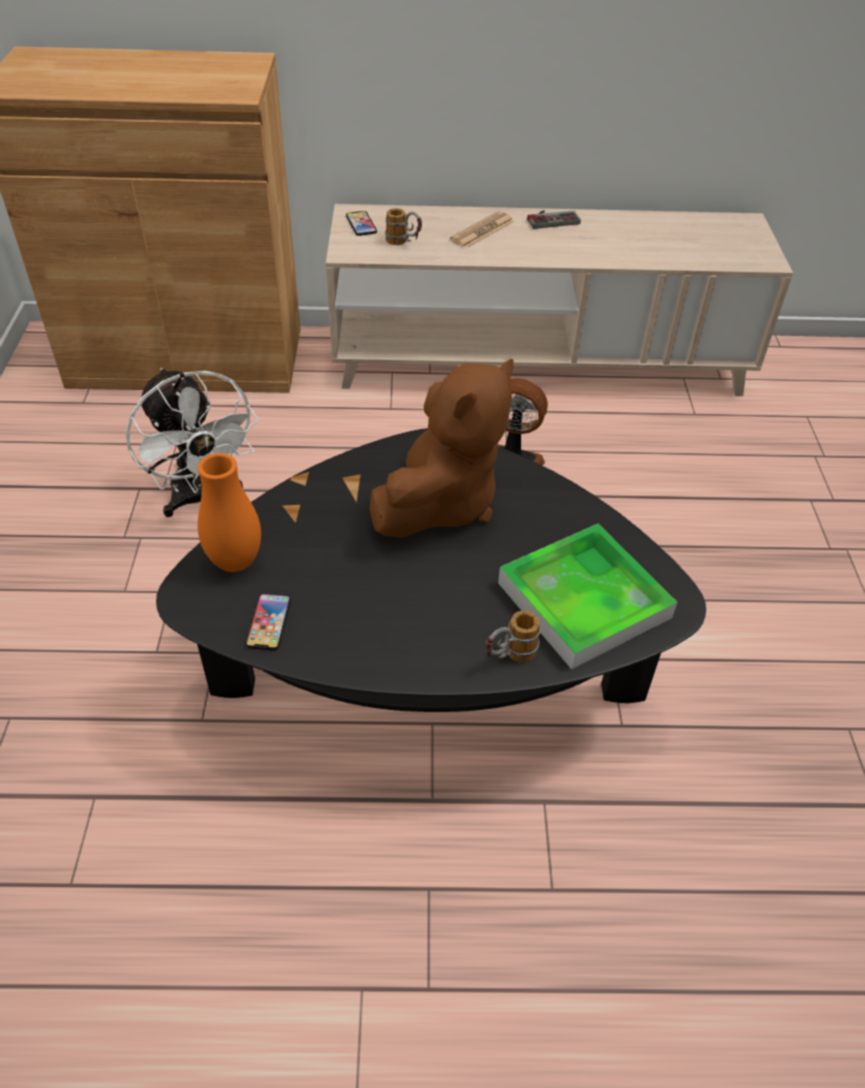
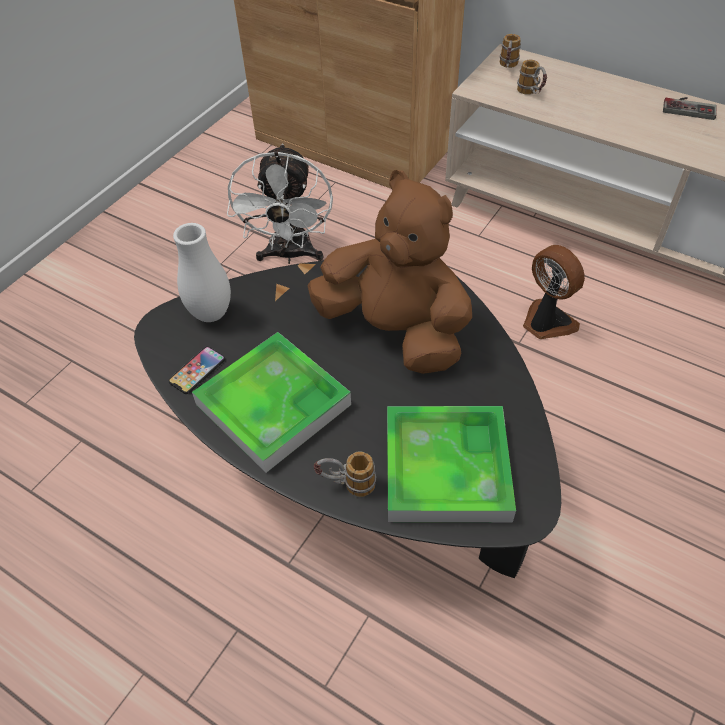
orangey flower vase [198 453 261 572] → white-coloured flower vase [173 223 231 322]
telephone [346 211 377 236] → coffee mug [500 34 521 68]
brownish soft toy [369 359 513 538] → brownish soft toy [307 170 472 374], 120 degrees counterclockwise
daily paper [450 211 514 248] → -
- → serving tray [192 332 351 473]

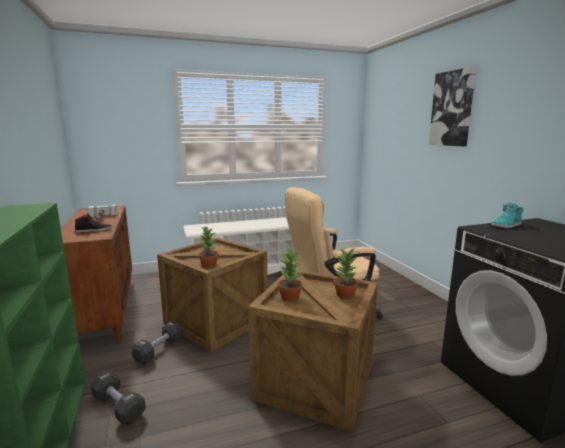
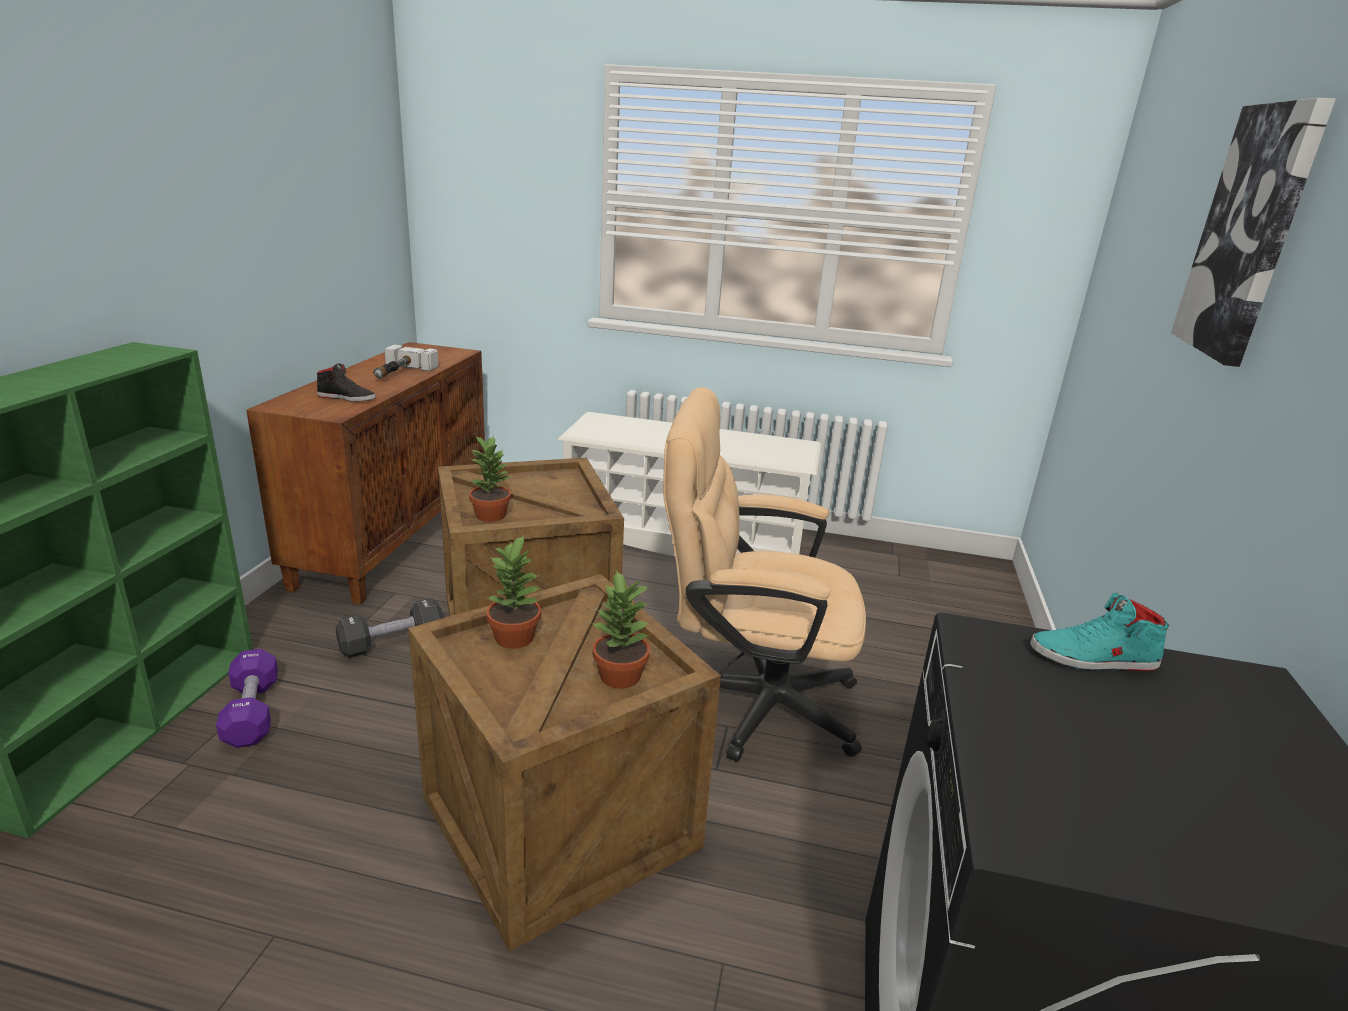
black-coloured dumbbell [91 371 146 425] → purple-coloured dumbbell [216 649 278 748]

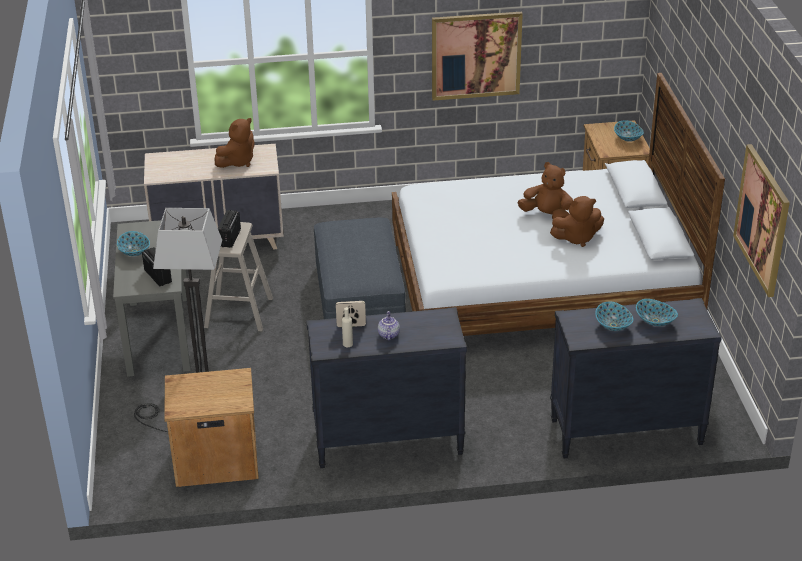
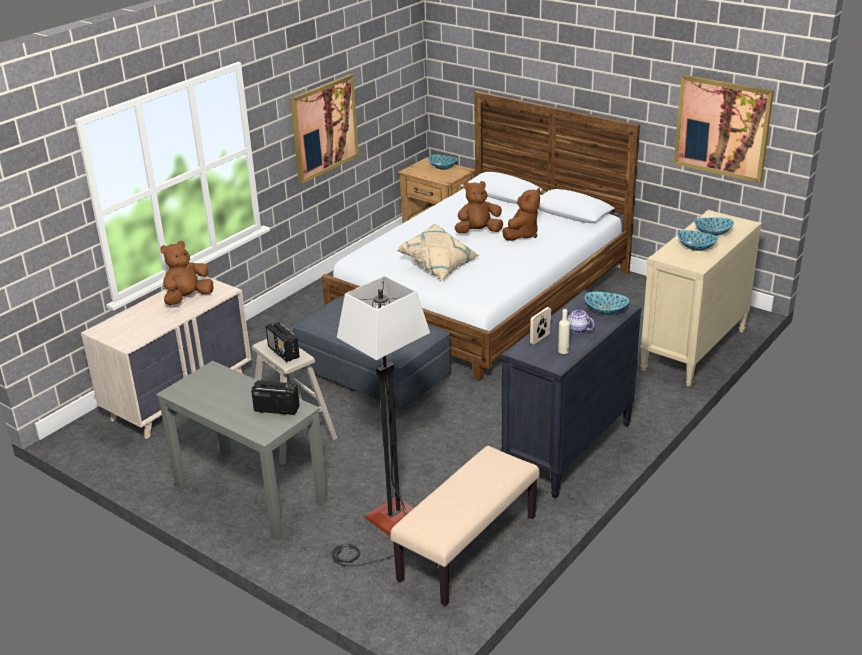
deep dish [117 231 150 256] → deep dish [585 292 629 315], shifted
brownish nightstand [164 368 259 487] → beige-coloured long seat [390 446 540 606]
brownish soft toy [215 118 255 168] → brownish soft toy [160 241 213 305], 135 degrees counterclockwise
black-coloured dresser [550 298 722 458] → beige-coloured dresser [640 210 762 387]
- → beige-coloured throw pillow [397 224 480 280]

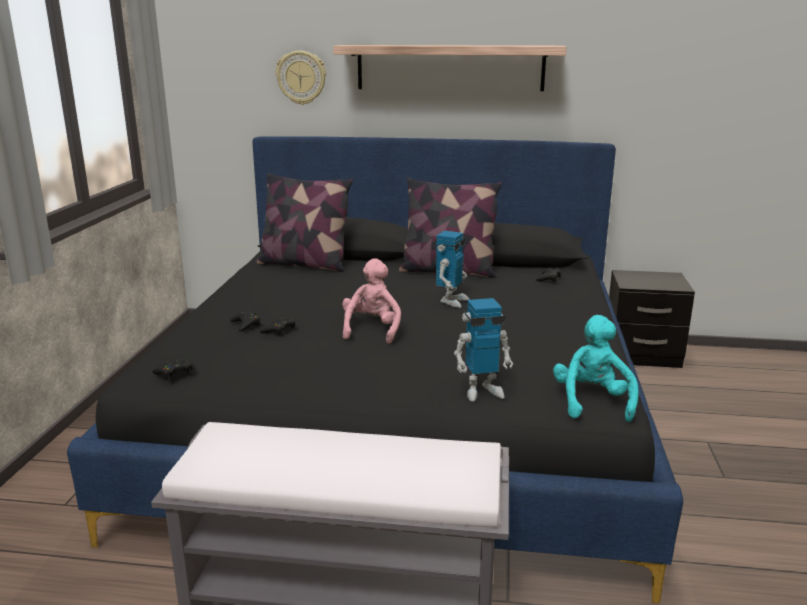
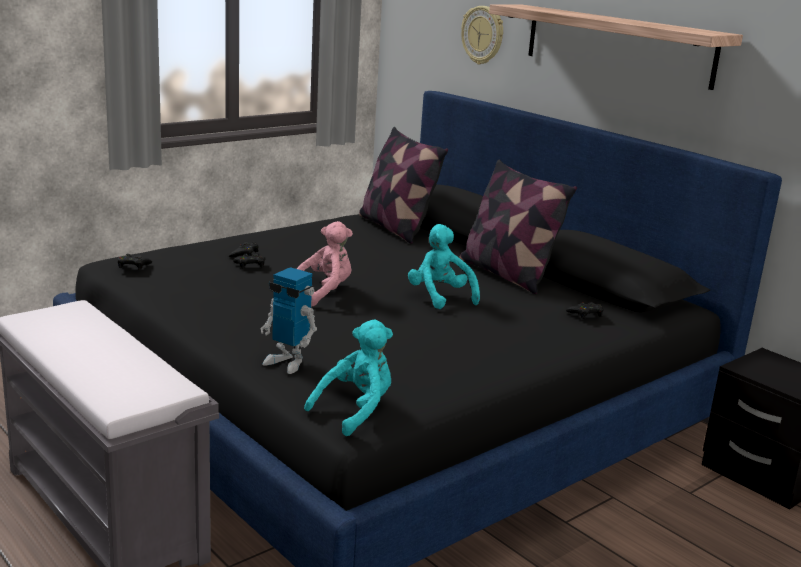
robot figure [436 231 470 308] → turquoise-coloured soft toy [408 224 480 309]

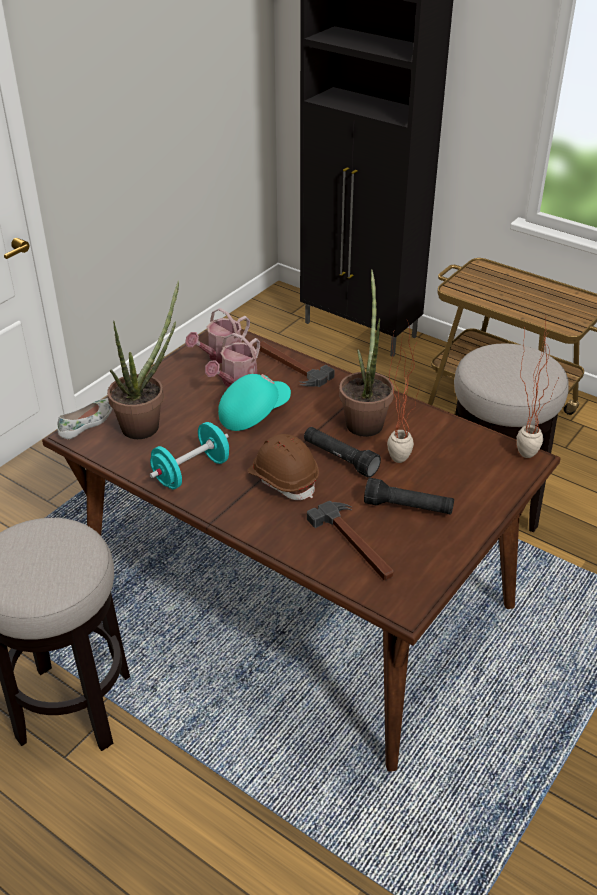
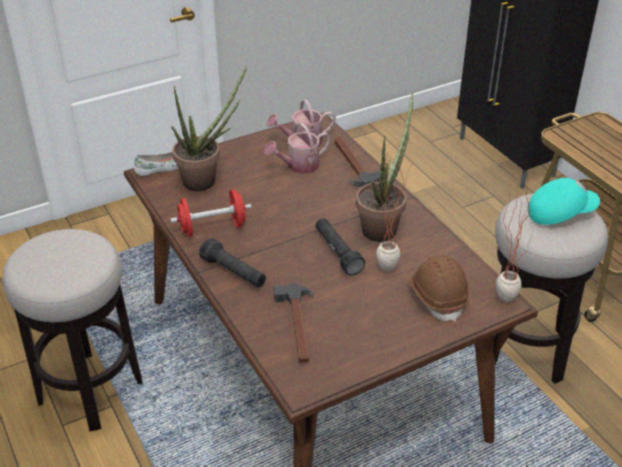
turquoise-coloured dumbbell [149 422 229 490] → red-coloured dumbbell [170 189 252 237]
turquoise-coloured peaked cap [218 374 291 431] → turquoise-coloured peaked cap [528 178 600 225], shifted
brownish work helmet [248 434 319 500] → brownish work helmet [409 255 470 322], shifted
black-coloured hand torch [364 478 454 515] → black-coloured hand torch [199 238 266 287], shifted

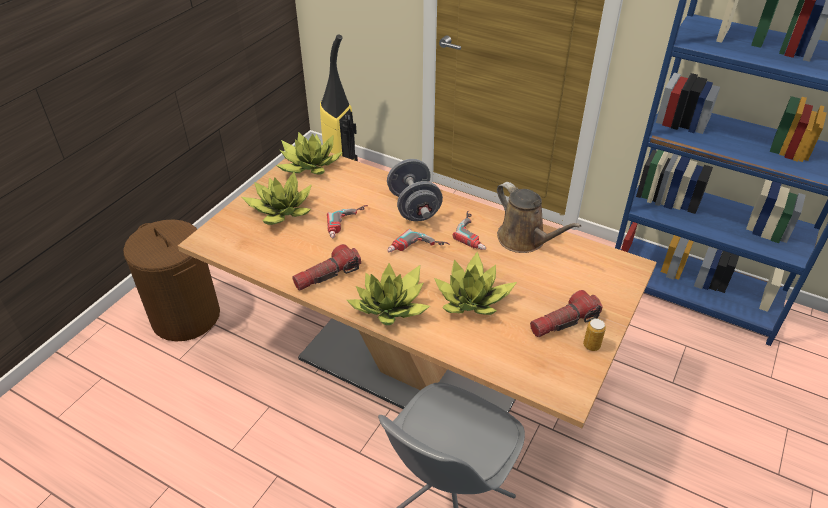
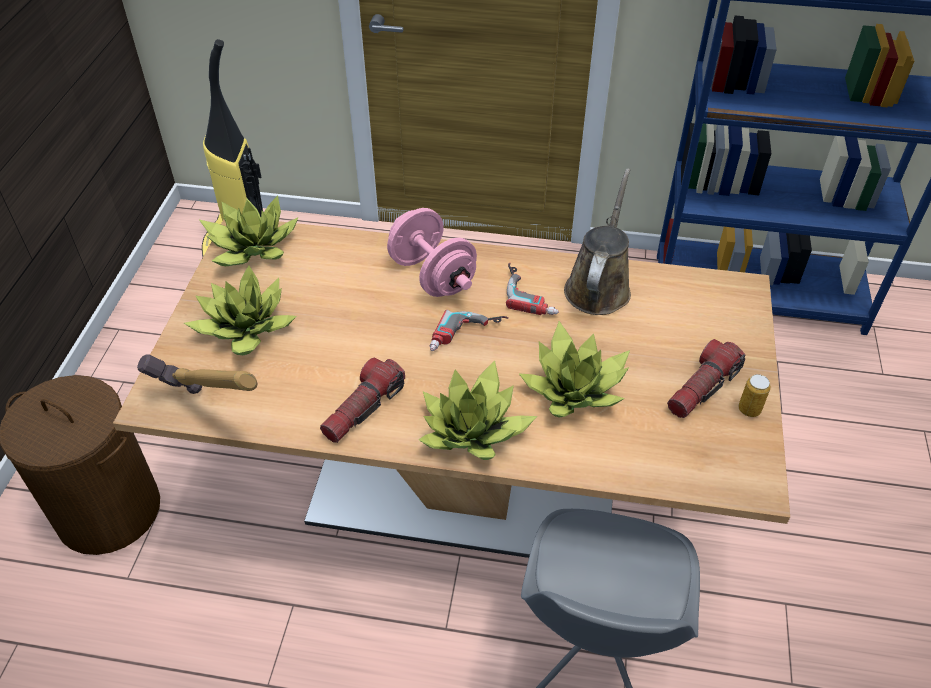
electric drill [327 205 368 239] → -
gray dumbbell [387 159 443 221] → pink-coloured dumbbell [387 208 477 297]
brownish sprinkling can [497 182 581 253] → brownish sprinkling can [564 169 631 315], 105 degrees counterclockwise
- → tool hammer [137 354 257 394]

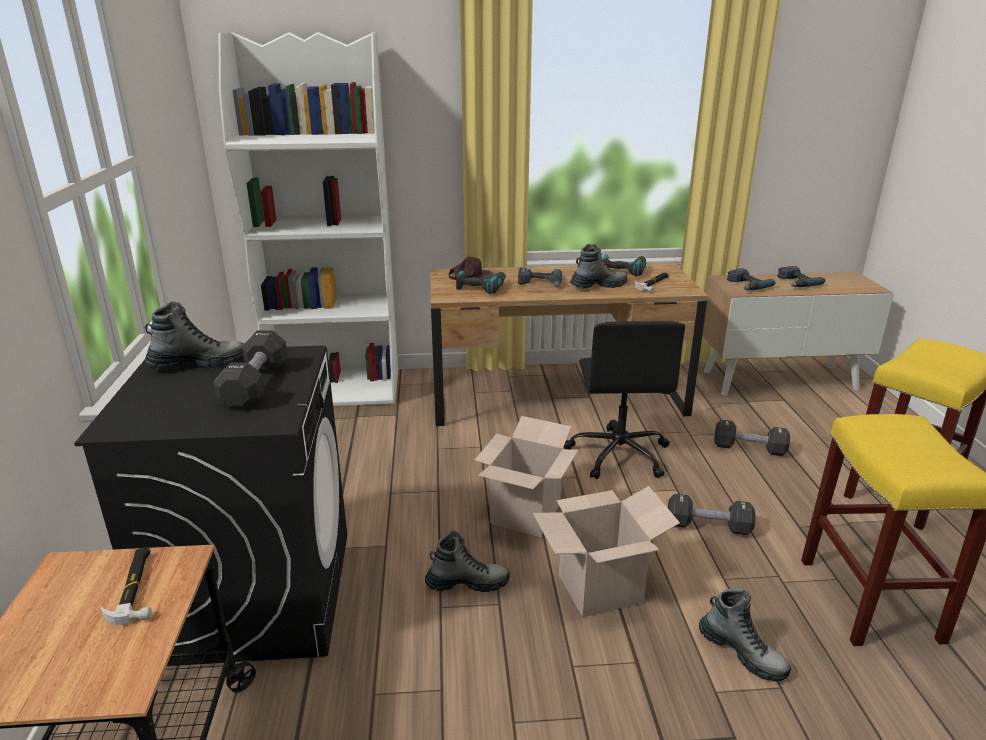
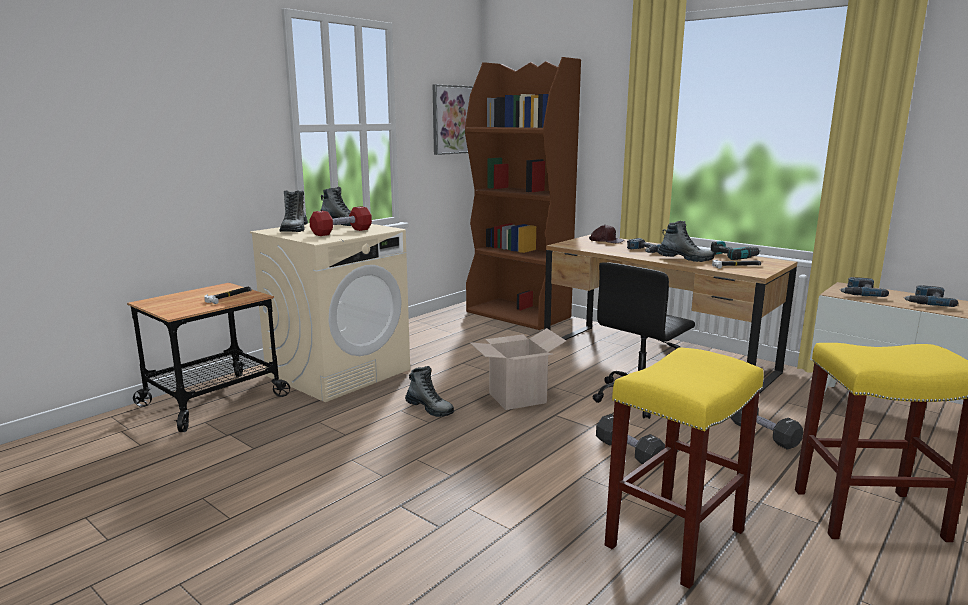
black-coloured washing machine [74 346 347 666] → beige-coloured washing machine [250 223 410 402]
black-coloured dumbbell [213 330 287 409] → red-coloured dumbbell [309 206 372 236]
white-coloured bookshelf [219 32 398 406] → brownish bookshelf [465 57 581 330]
electric drill [456 271 506 294] → -
packing box [533 486 680 617] → -
tall boot [699 589 791 682] → tall boot [279 191 308 232], shifted
- → wall picture [433 85 473 155]

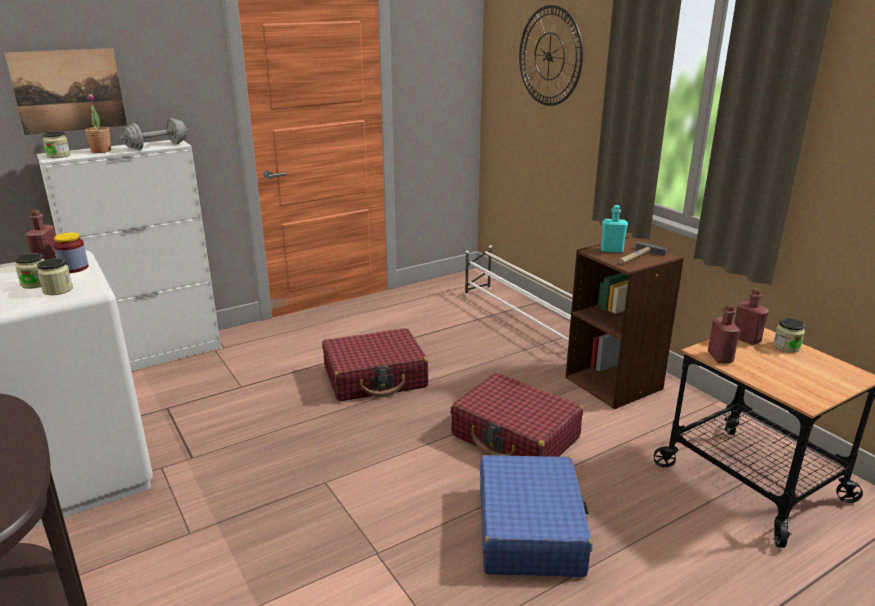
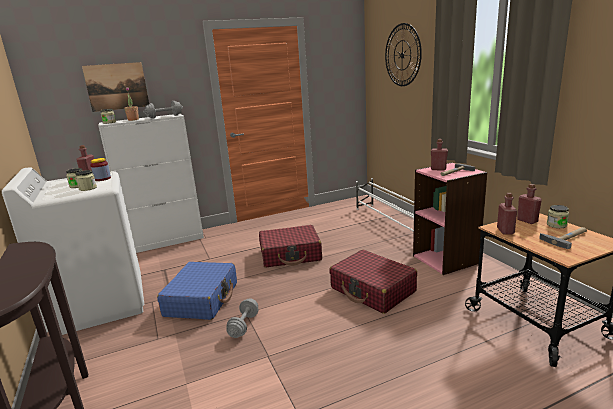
blue-coloured suitcase [480 455 592 577] → blue-coloured suitcase [157 262 237 320], shifted
brownish bookshelf [565 237 684 409] → pink-coloured bookshelf [413 162 488 275]
turquoise-coloured drink bottle [601 205 628 253] → red-coloured drink bottle [431 139 448 171]
- → gray dumbbell [226 298 259 338]
- → tool hammer [539 227 587 249]

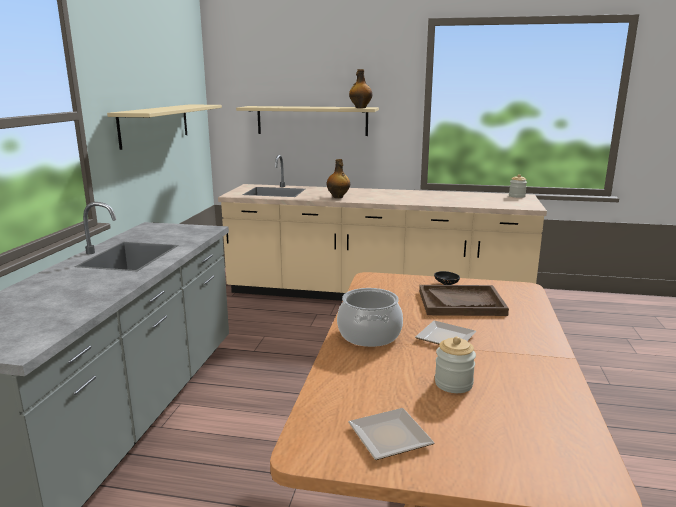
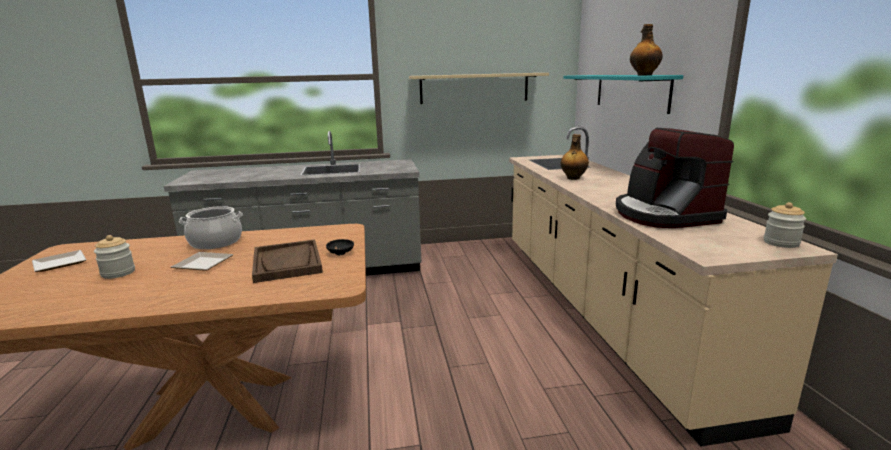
beige-coloured wall shelf [236 106 379 136] → turquoise-coloured wall shelf [563 75 683 114]
- → coffee machine [616 128 734 228]

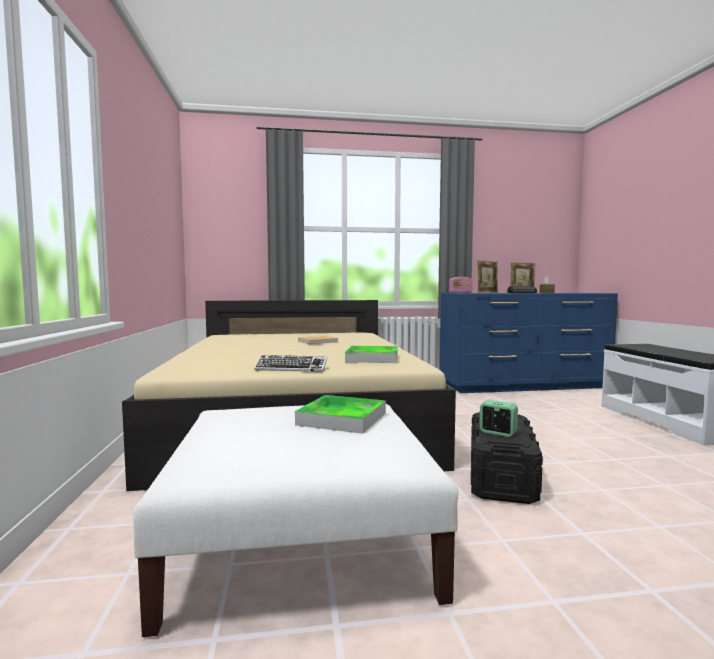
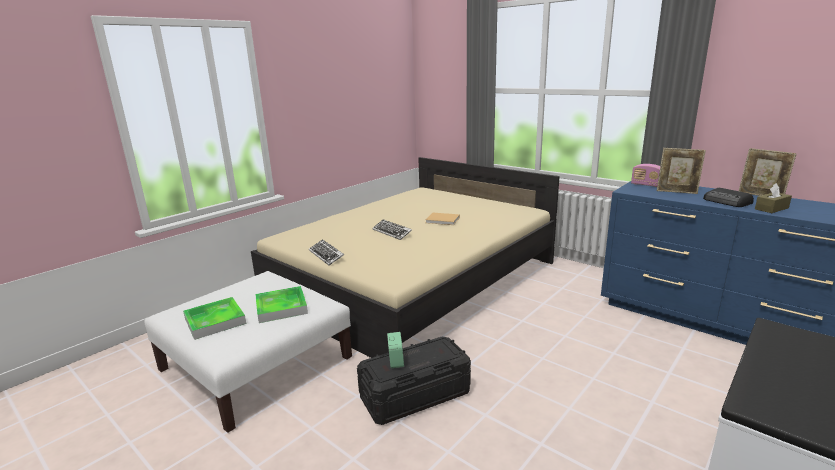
serving tray [345 346 398 363] → serving tray [183 297 246 340], shifted
- → PC keyboard [372 219 412 240]

